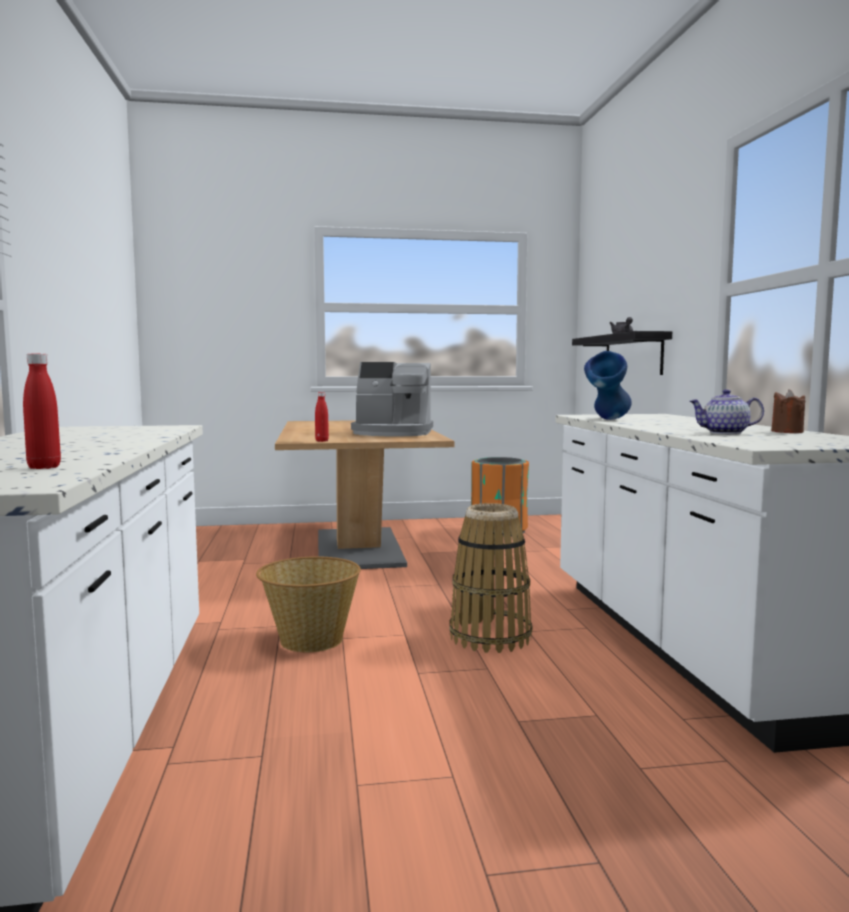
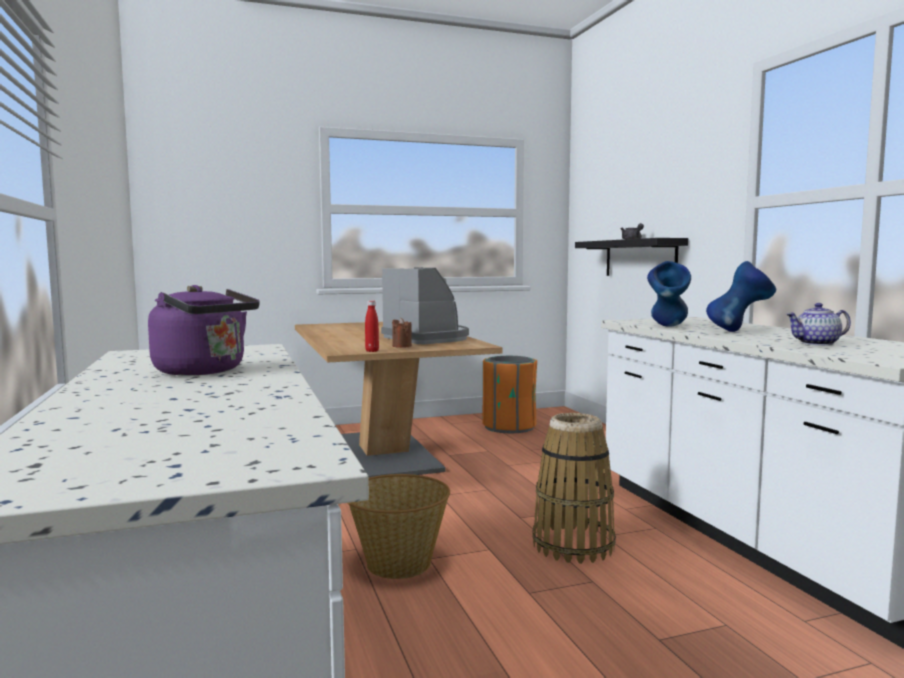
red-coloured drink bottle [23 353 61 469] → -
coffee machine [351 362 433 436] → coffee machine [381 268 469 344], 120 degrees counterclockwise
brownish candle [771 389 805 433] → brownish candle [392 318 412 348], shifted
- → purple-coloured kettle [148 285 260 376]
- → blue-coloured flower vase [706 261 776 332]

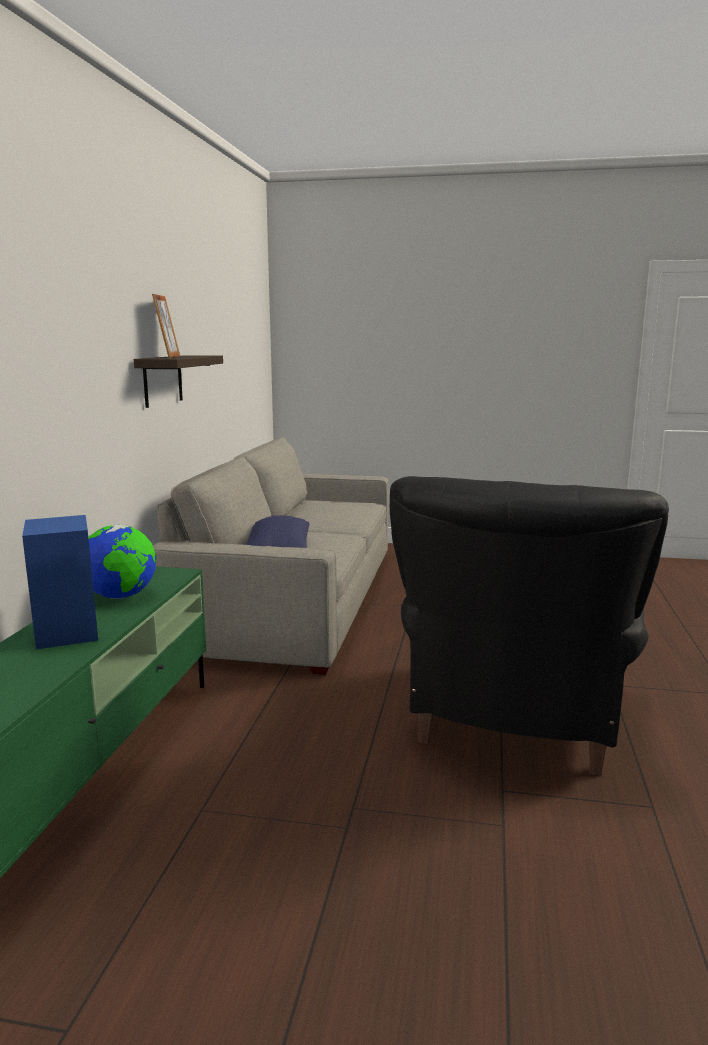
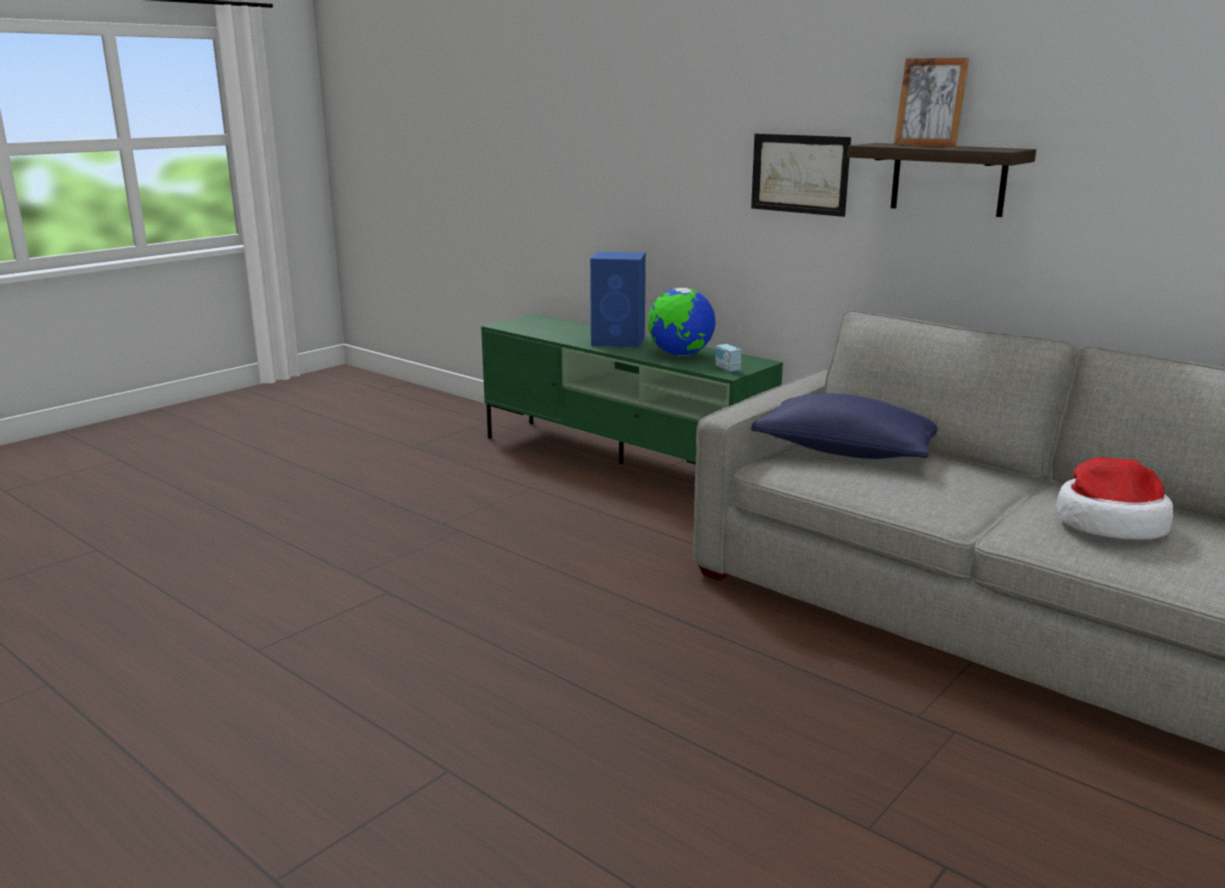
black-coloured armchair [390 476 669 776] → -
- → radio [715 325 742 372]
- → wall picture [751 134 851 217]
- → wearable hat [1056 457 1173 540]

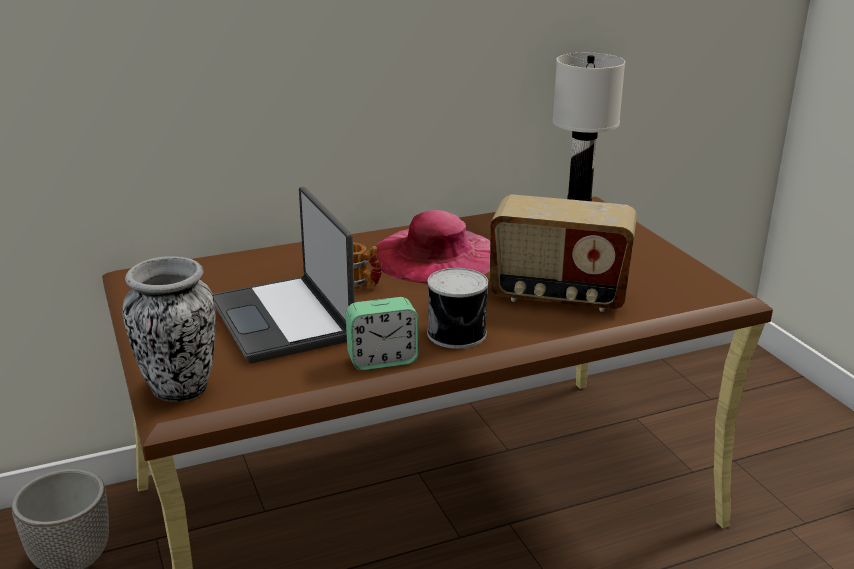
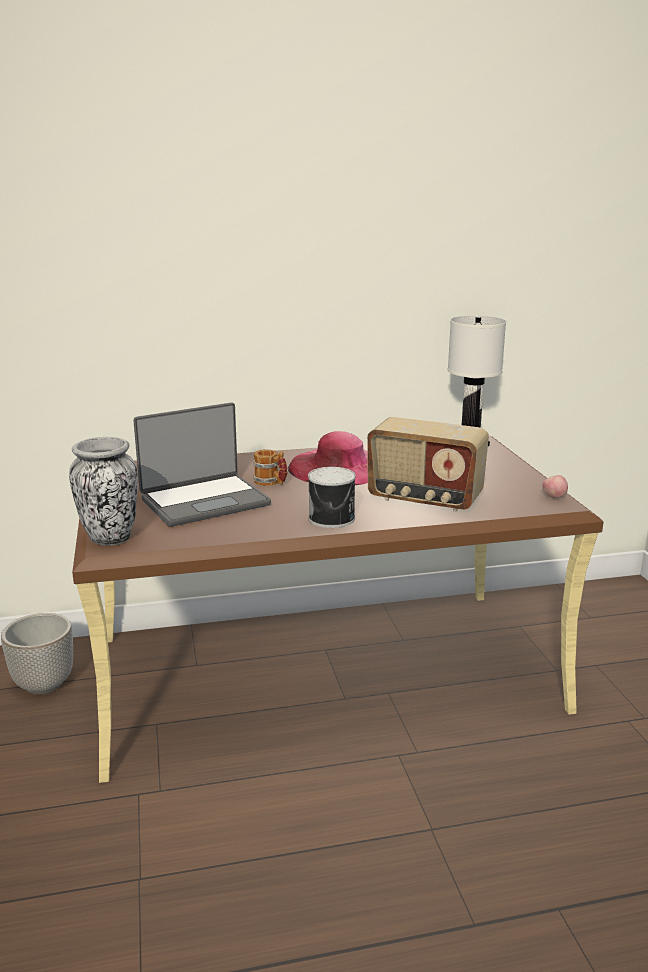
laptop [213 187 355 363] → laptop [133 402 271 527], 105 degrees counterclockwise
bedside clock [346 297 419 370] → -
- → whole apple [542 475 568 498]

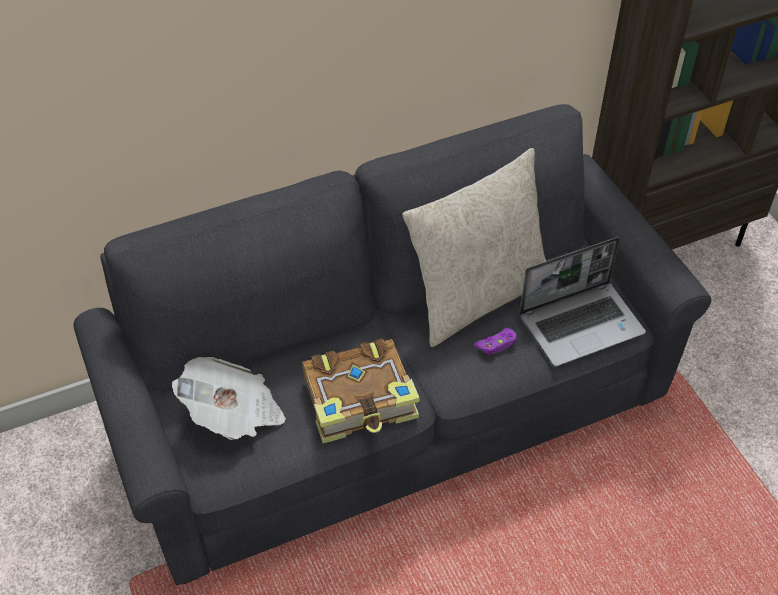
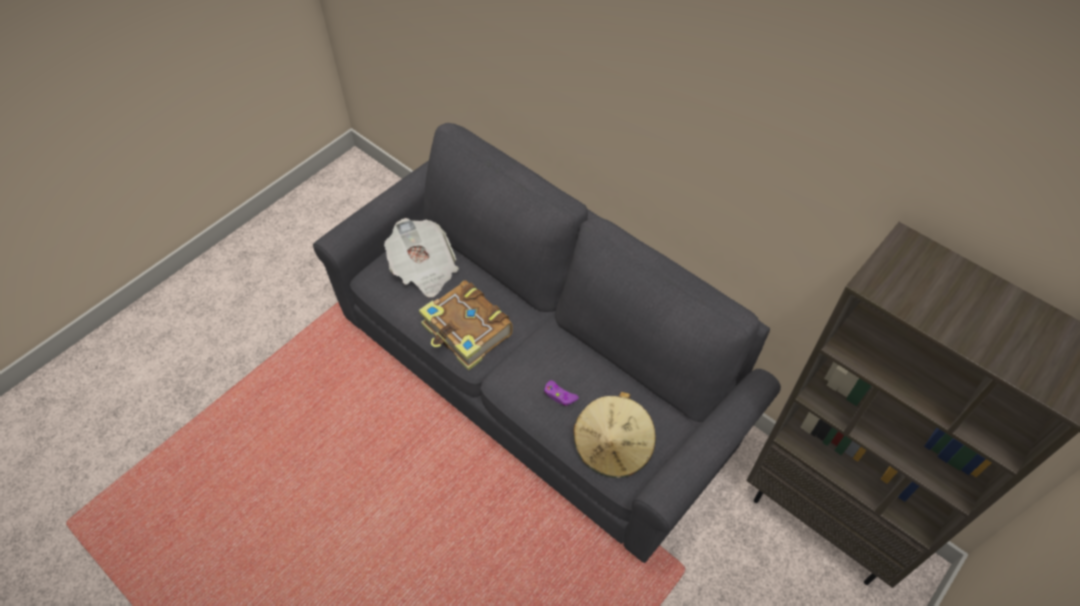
beige-coloured throw pillow [402 148 546 347] → -
laptop [519 237 646 367] → beige-coloured wearable hat [573 392 656 478]

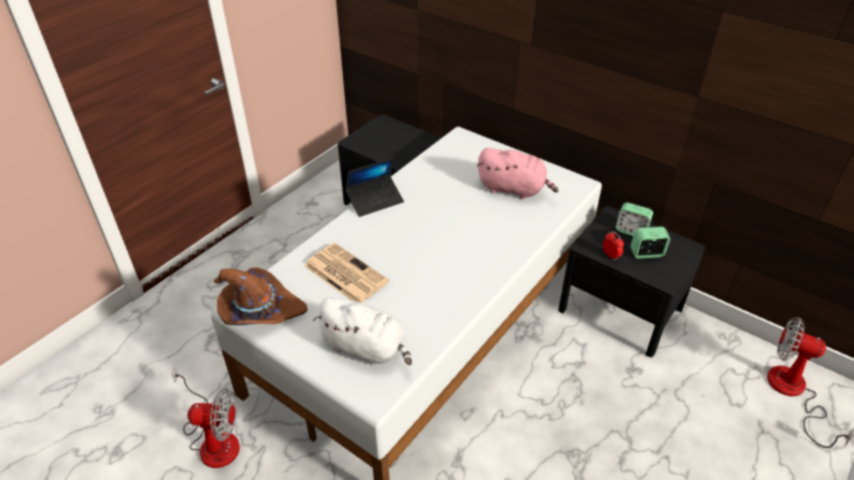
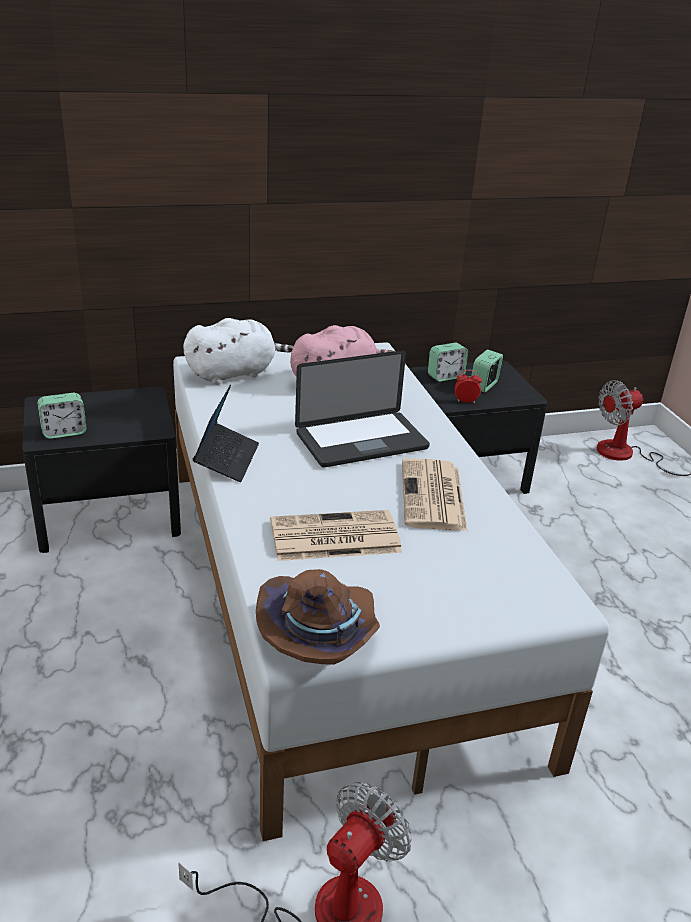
white-coloured soft toy [313 297 412 365] → white-coloured soft toy [183 318 294 385], shifted
- → bedside clock [38 393 87 439]
- → laptop [295 350 430 467]
- → daily paper [402 458 467 531]

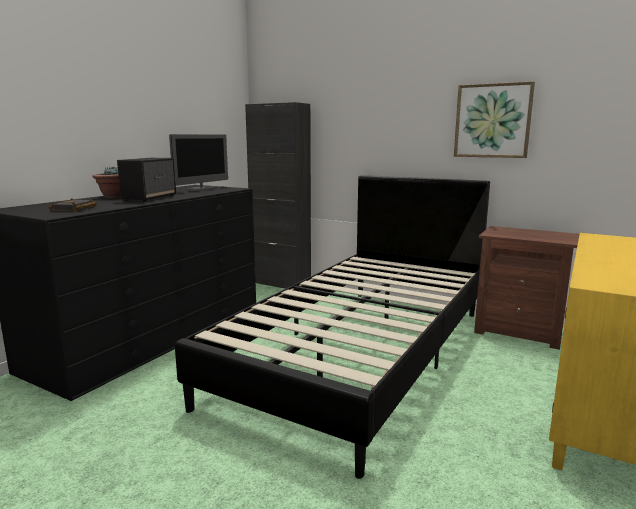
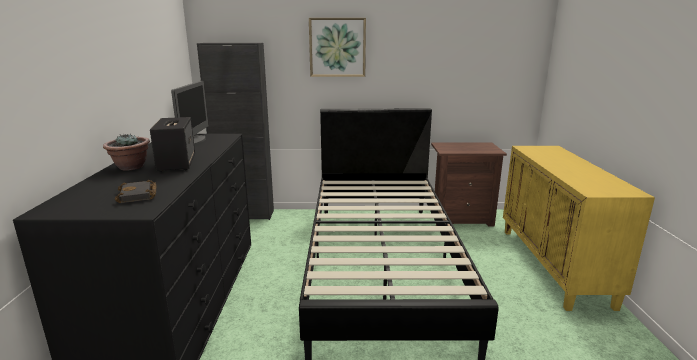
wall picture [454 81 535 158] → wall picture [309 18 366 77], shifted

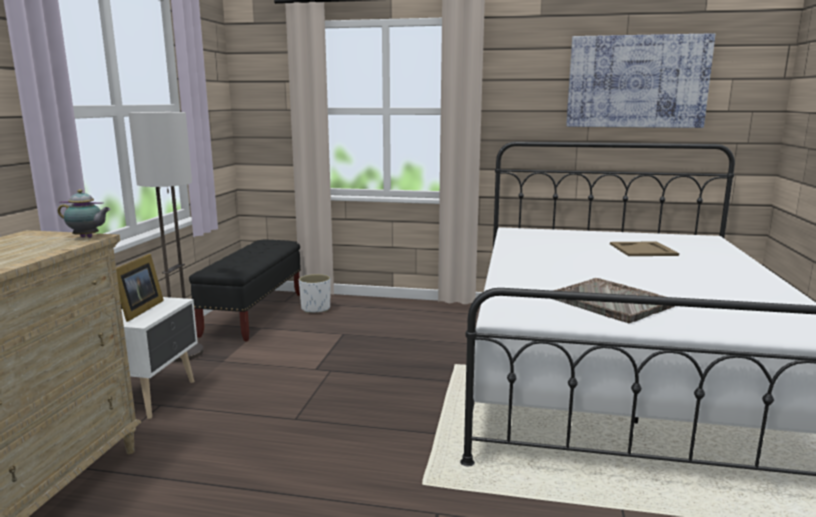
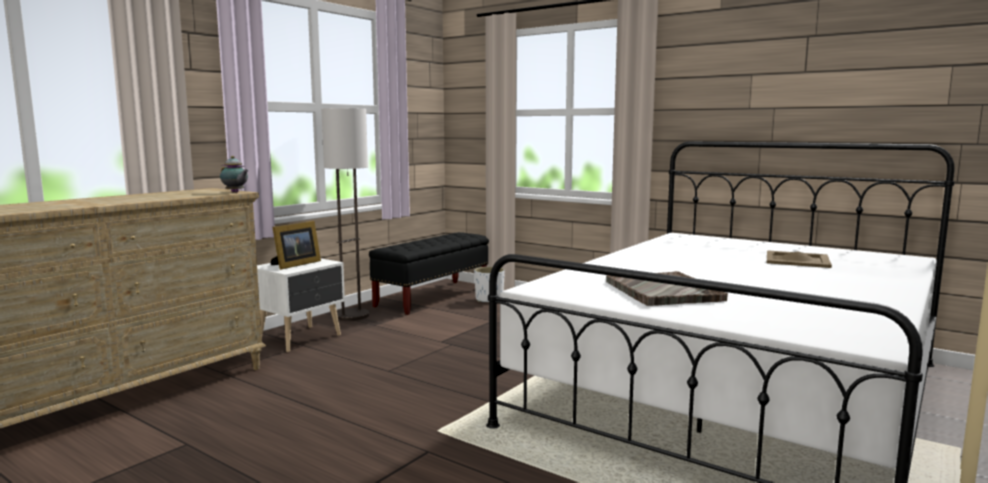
wall picture [566 33 715 128] → -

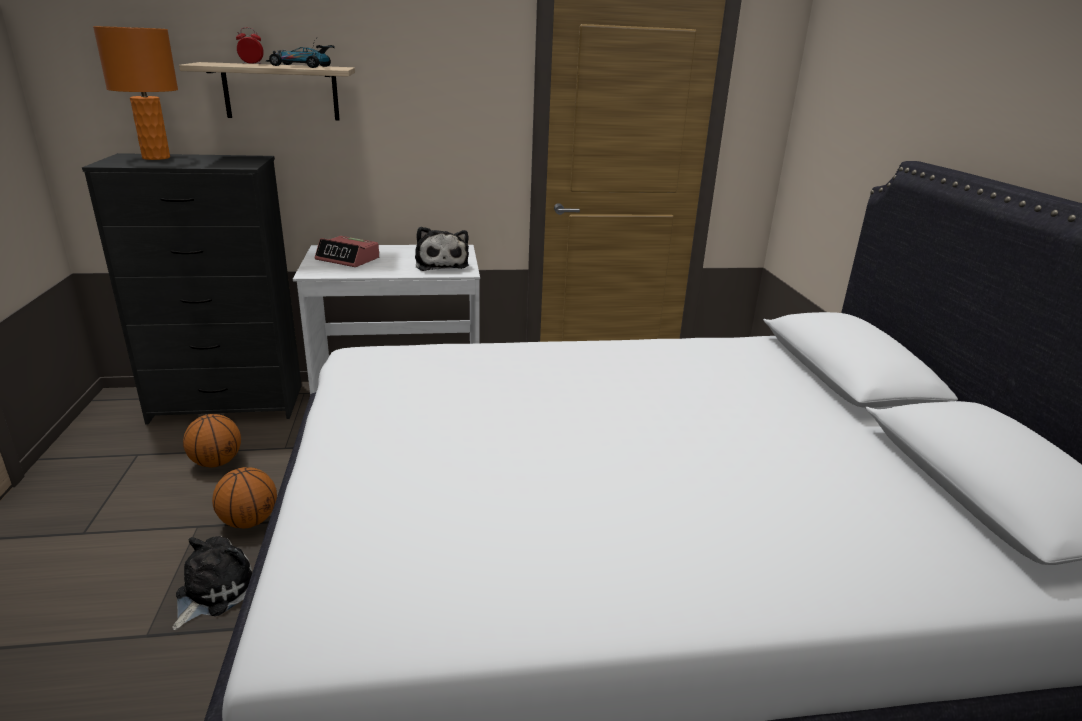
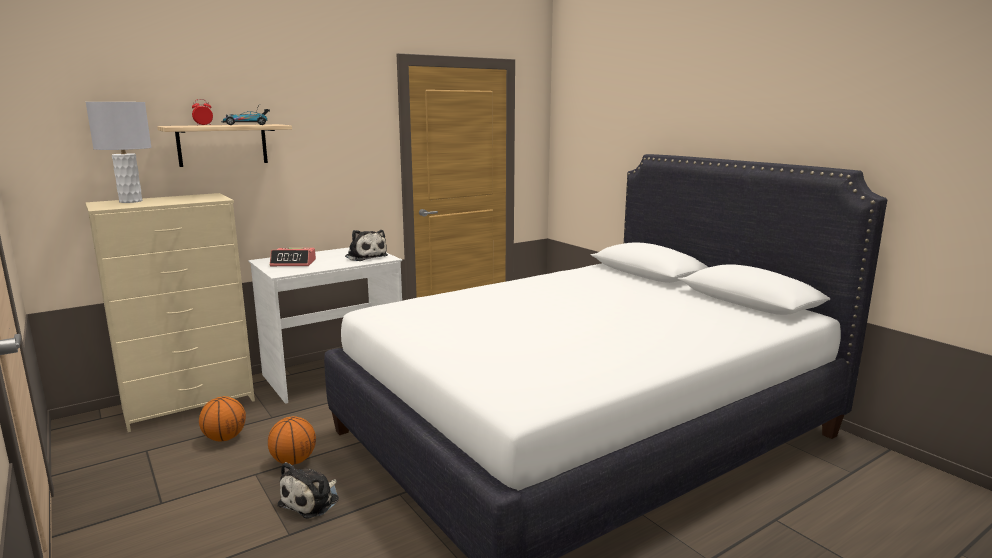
black-coloured dresser [82 153 302 425] → beige-coloured dresser [85 193 255 432]
orangey tabletop lamp [93 26 178 160] → gray tabletop lamp [86 102 152 203]
soft toy [172 536 252 630] → soft toy [277 462 339 519], 150 degrees counterclockwise

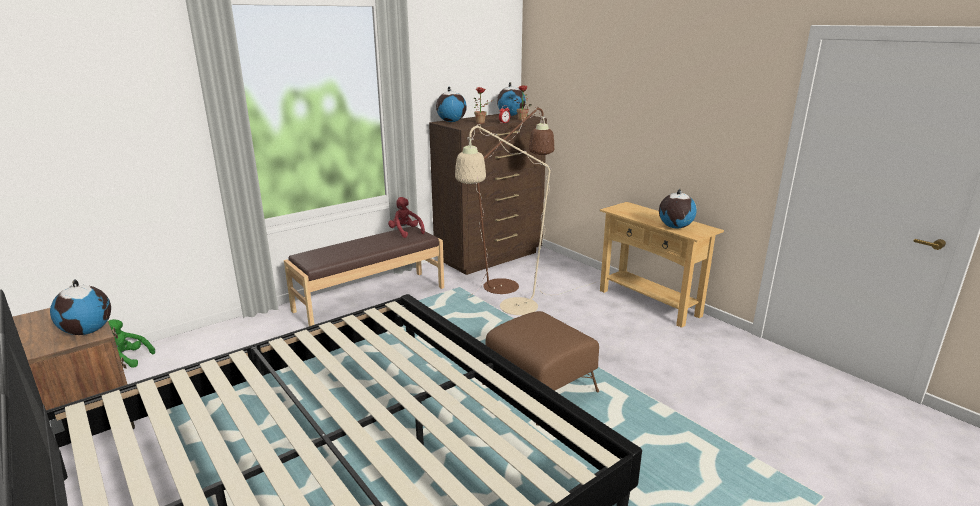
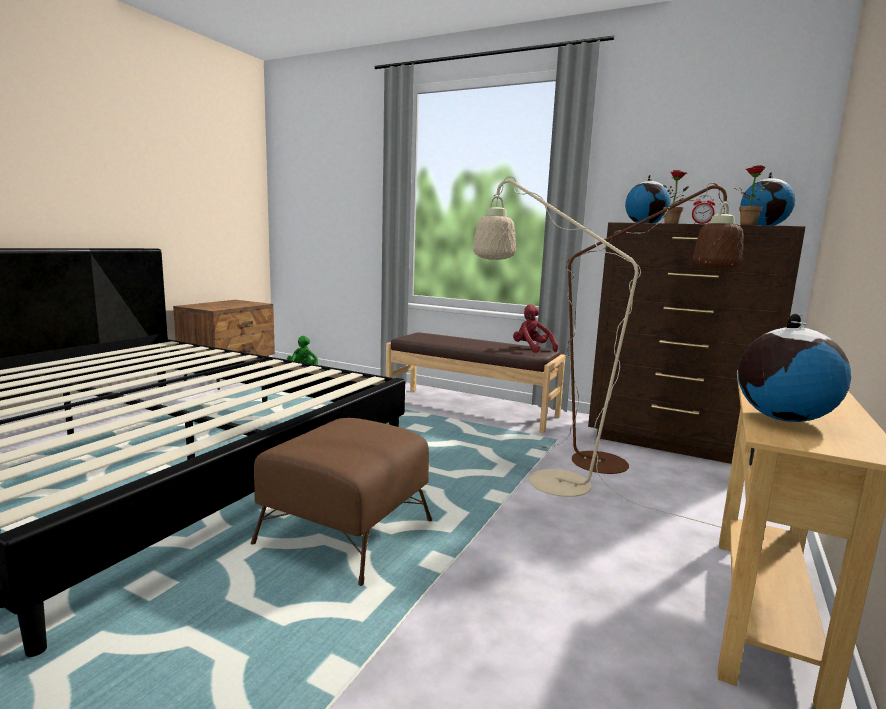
desk globe [50 280 111 335] → -
red-coloured soft toy [388 197 425 238] → red-coloured soft toy [513 304 558 353], 60 degrees counterclockwise

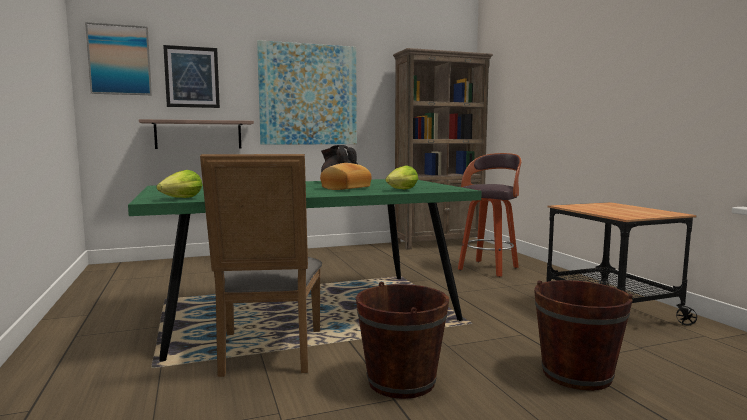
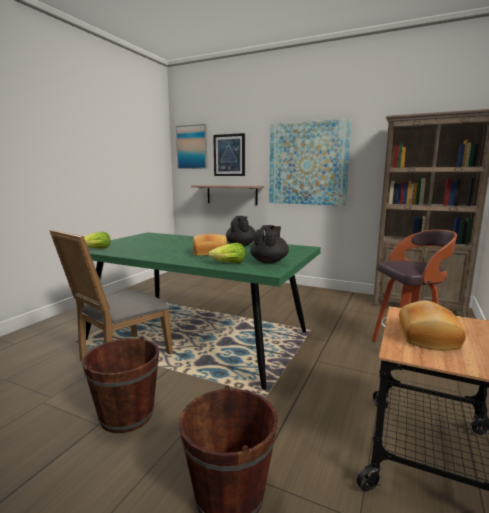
- → black-coloured pot for tea [250 225 289 263]
- → bakery bread [399 300 466 351]

